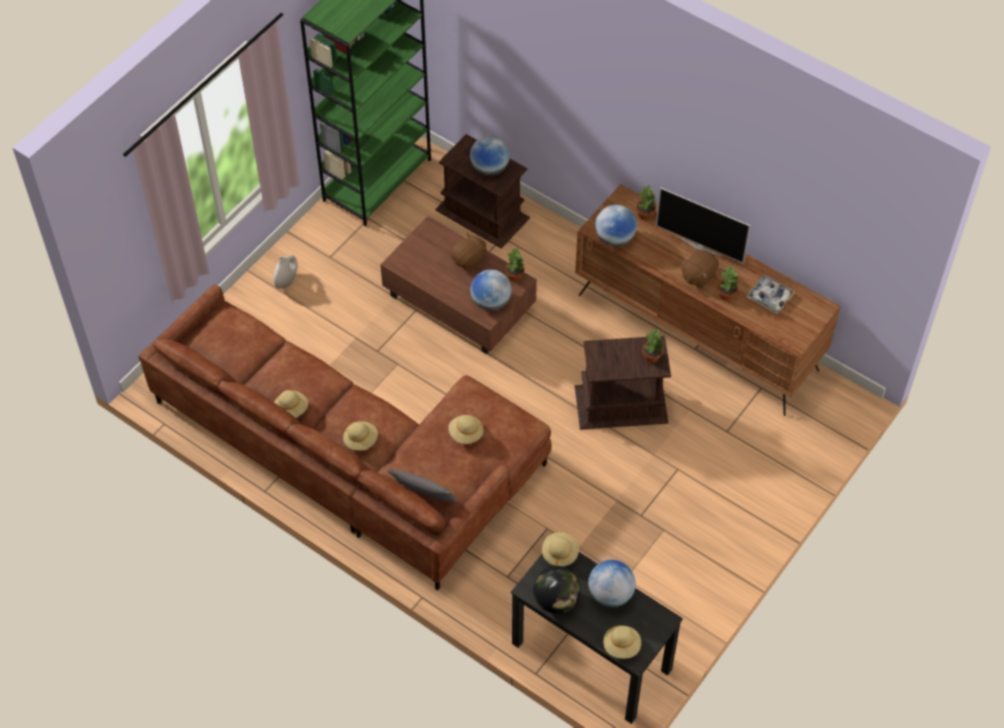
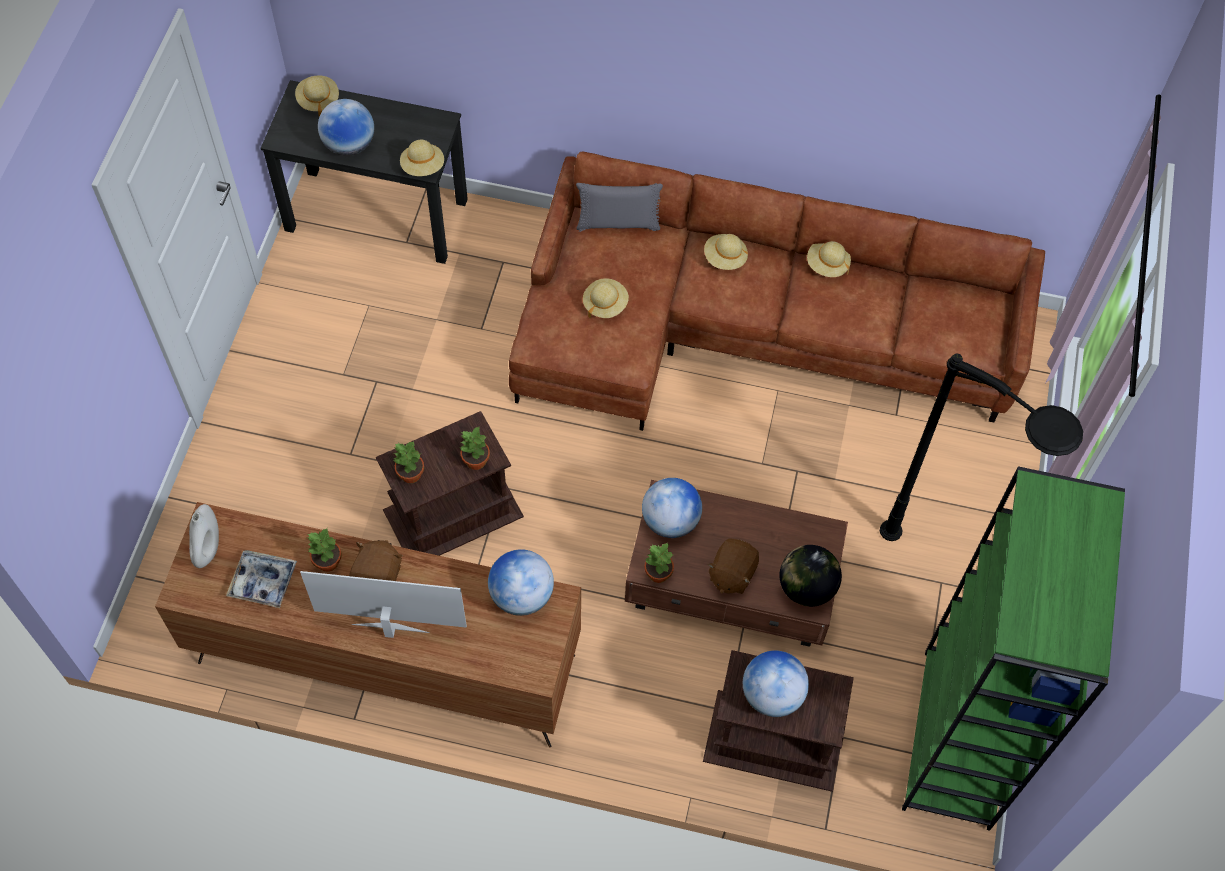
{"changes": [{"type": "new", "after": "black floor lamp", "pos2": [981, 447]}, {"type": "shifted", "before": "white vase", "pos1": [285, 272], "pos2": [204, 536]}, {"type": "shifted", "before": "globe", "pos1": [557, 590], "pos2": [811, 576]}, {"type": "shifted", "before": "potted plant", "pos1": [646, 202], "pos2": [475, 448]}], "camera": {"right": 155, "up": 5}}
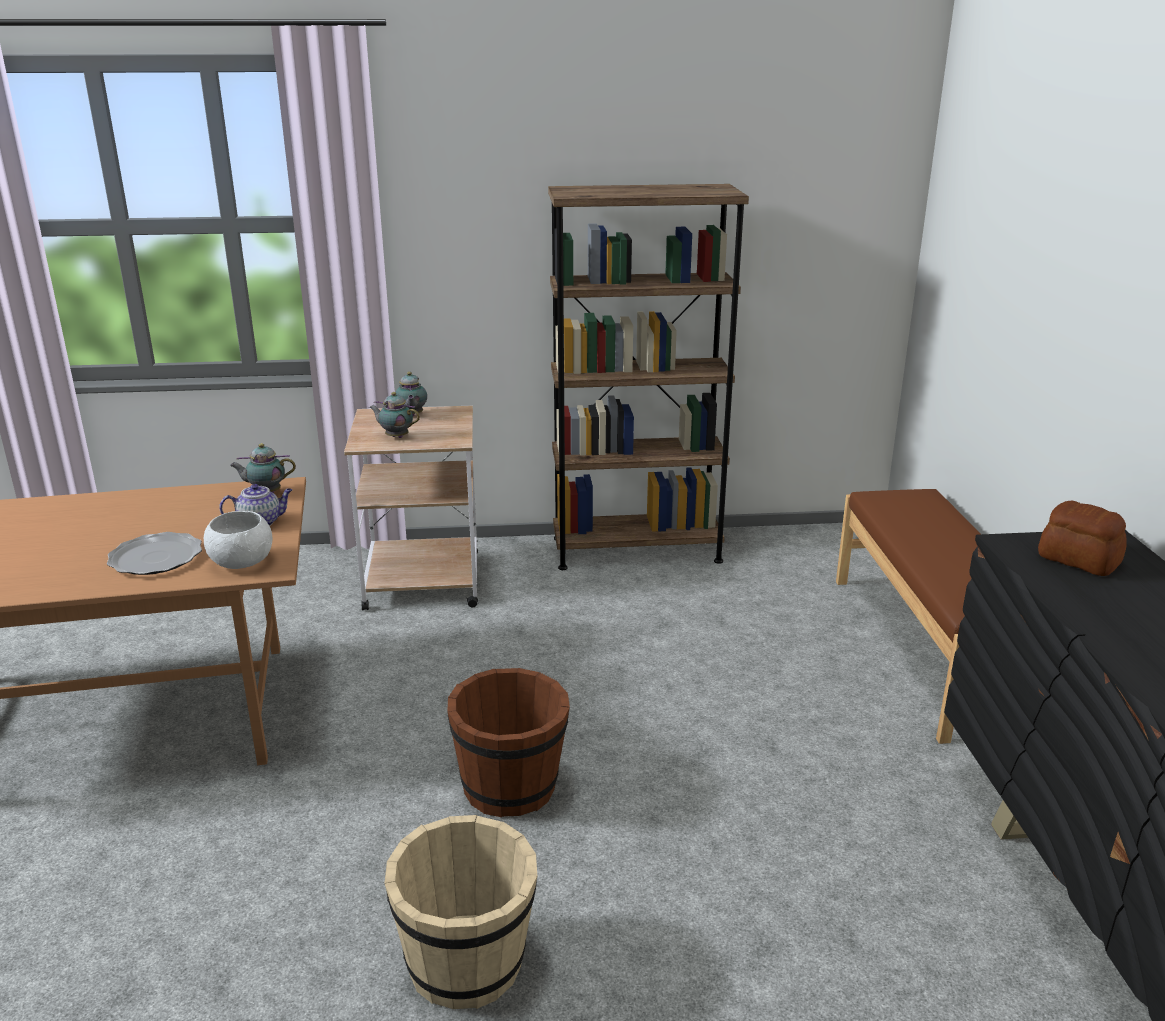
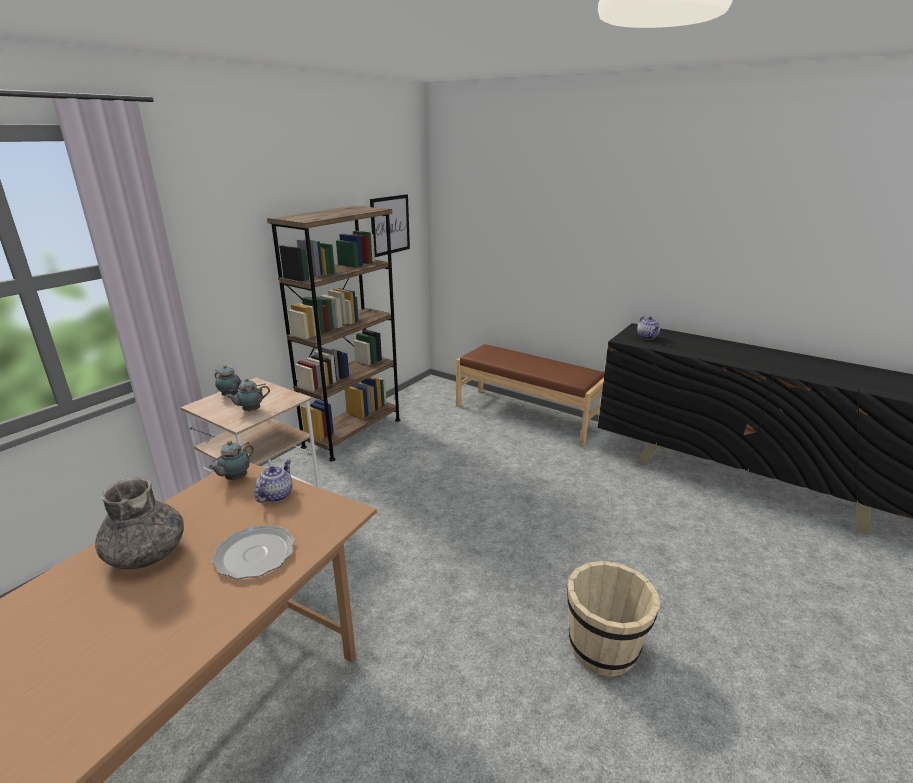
{"changes": [{"type": "gone", "before": "white bowl", "pos1": [238, 540]}, {"type": "gone", "before": "brown bucket", "pos1": [508, 742]}, {"type": "new", "after": "grey vase", "pos2": [139, 523]}, {"type": "new", "after": "picture", "pos2": [390, 225]}, {"type": "swapped", "before": "bread", "after": "teapot", "pos1": [1082, 538], "pos2": [648, 328]}], "camera": {"right": -50, "up": 0}}
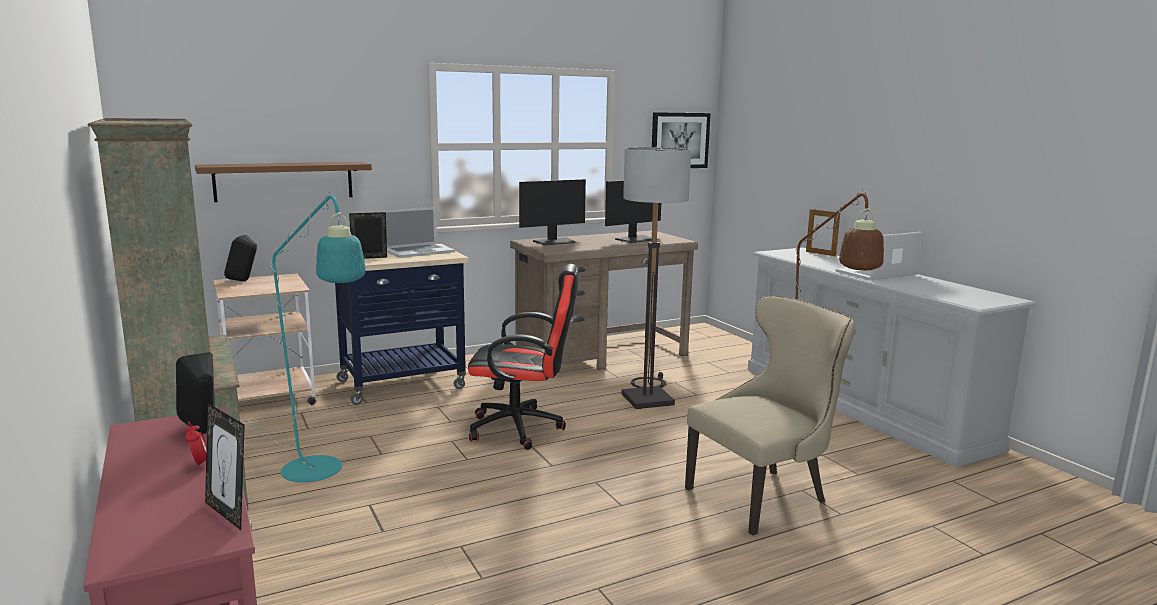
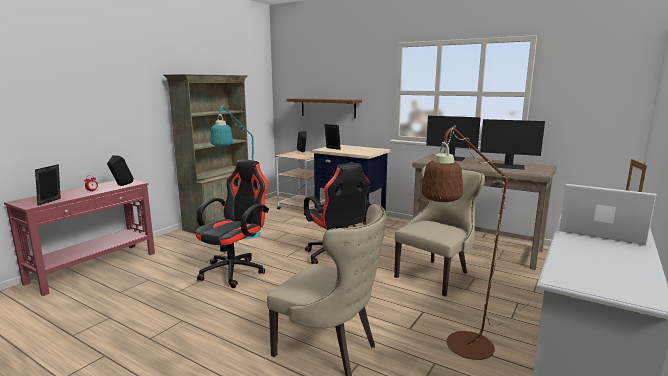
{"changes": [{"type": "gone", "before": "laptop", "pos1": [418, 232]}, {"type": "gone", "before": "picture", "pos1": [681, 140]}, {"type": "new", "after": "black office chair", "pos2": [232, 224]}, {"type": "swapped", "before": "floor lamp", "after": "beige chair", "pos1": [656, 278], "pos2": [439, 231]}], "camera": {"right": 60, "up": 0}}
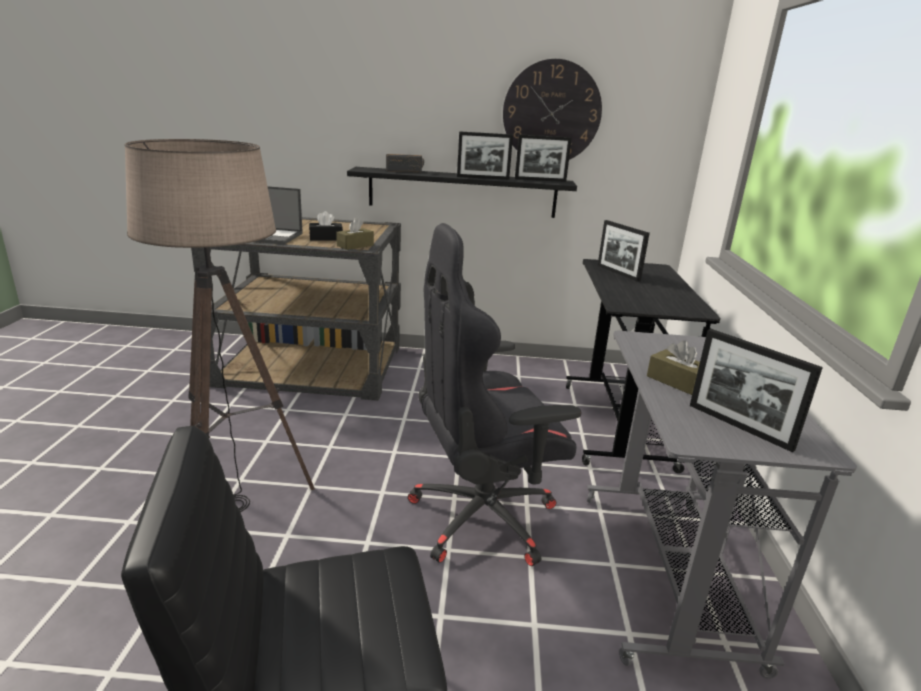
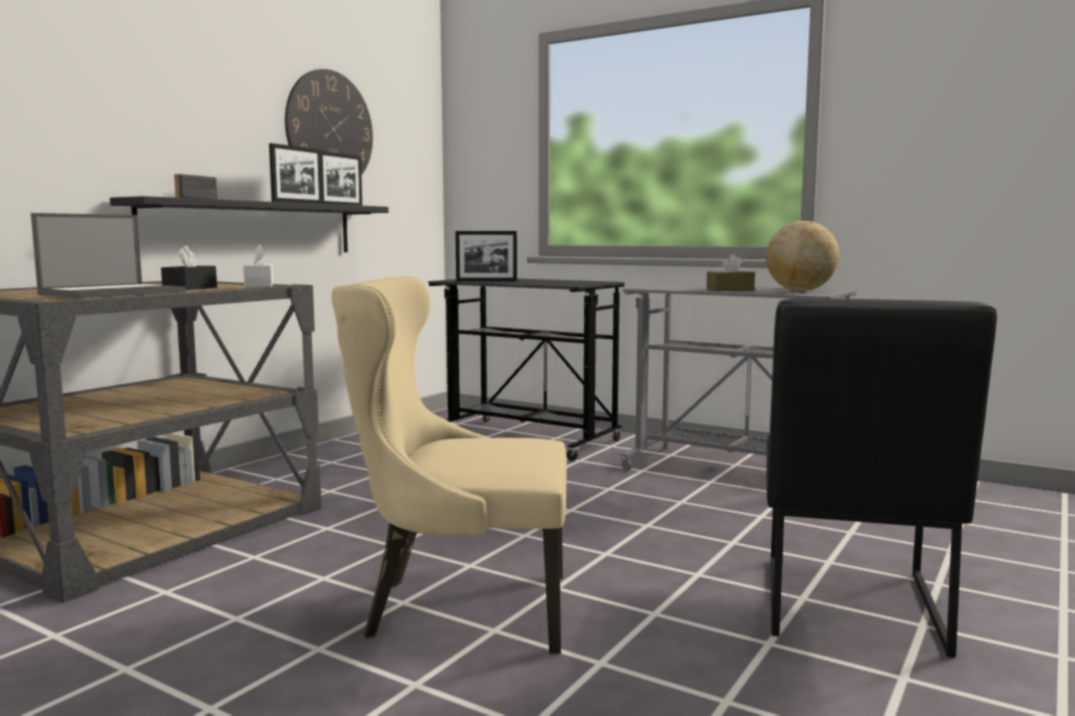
{"changes": [{"type": "gone", "before": "black office chair", "pos1": [494, 394]}, {"type": "swapped", "before": "floor lamp", "after": "beige chair", "pos1": [220, 325], "pos2": [449, 465]}, {"type": "swapped", "before": "picture frame", "after": "globe", "pos1": [756, 390], "pos2": [802, 256]}, {"type": "repainted", "before": "brown tissue box", "after": "white tissue box", "pos1": [355, 234], "pos2": [258, 265]}], "camera": {"right": -60, "up": -15}}
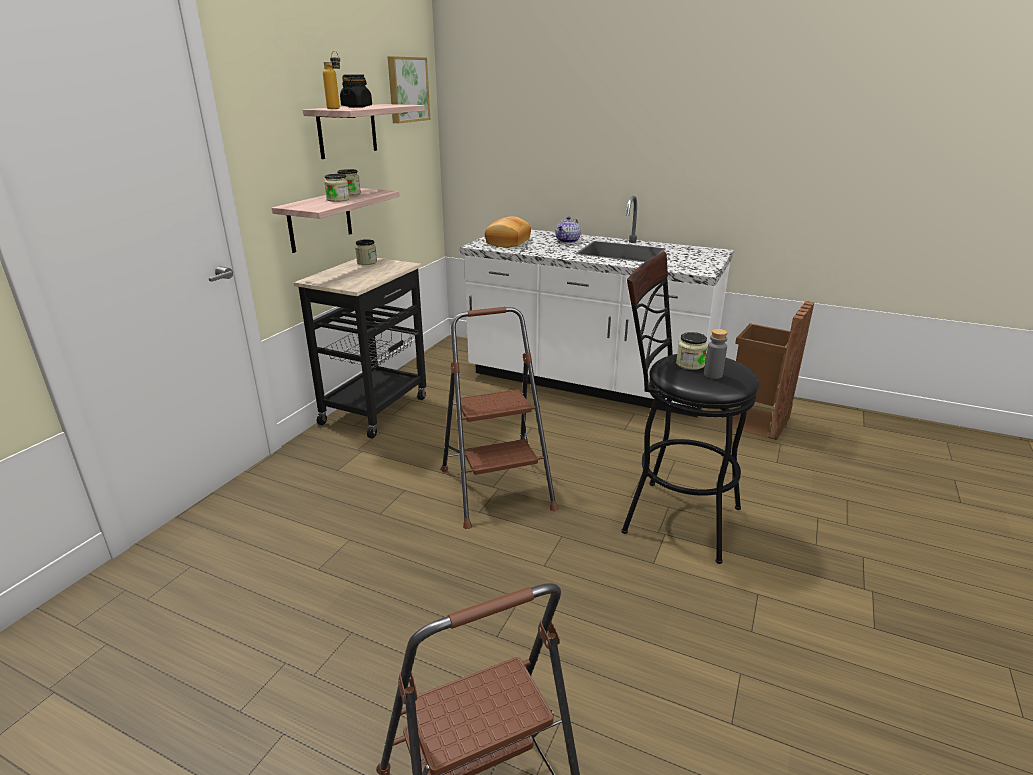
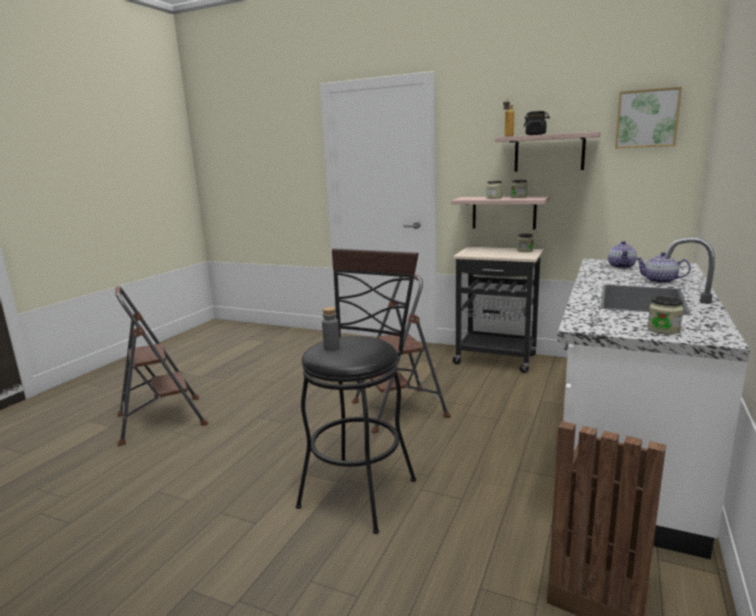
{"changes": [{"type": "shifted", "before": "jar", "pos1": [692, 351], "pos2": [665, 315]}, {"type": "swapped", "before": "bread", "after": "teapot", "pos1": [508, 231], "pos2": [622, 254]}], "camera": {"right": 90, "up": -10}}
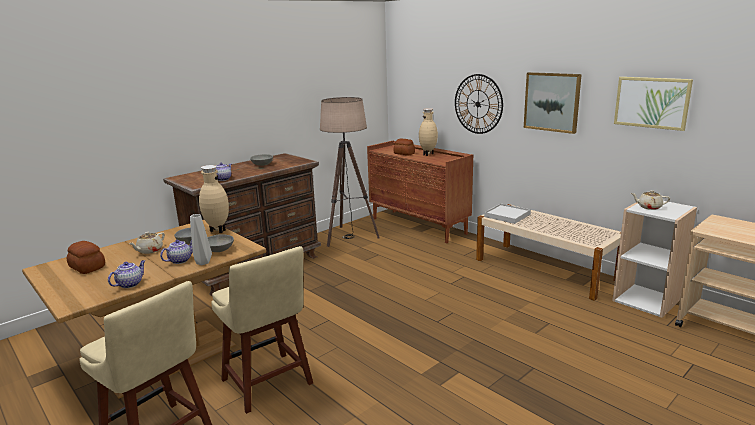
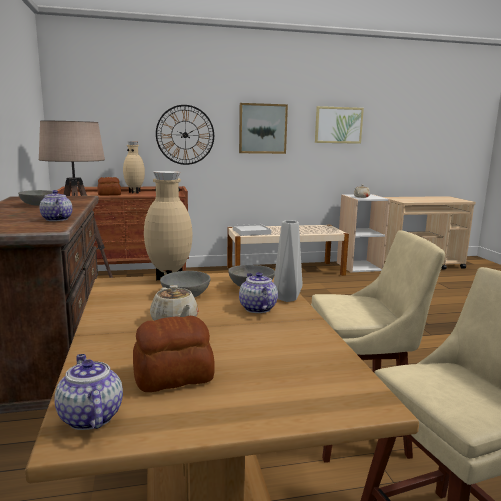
{"changes": [{"type": "shifted", "before": "teapot", "pos1": [126, 274], "pos2": [88, 392]}], "camera": {"right": -60, "up": -5}}
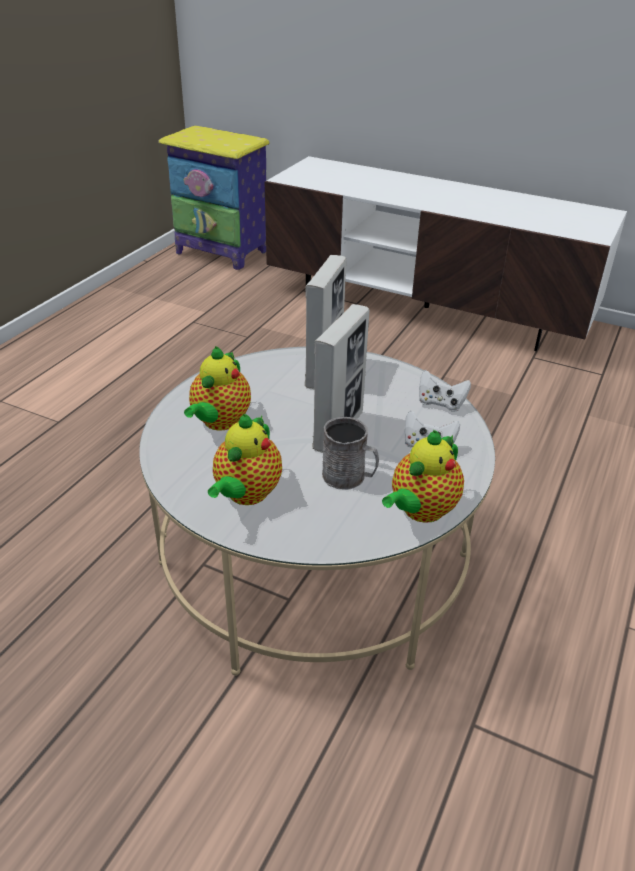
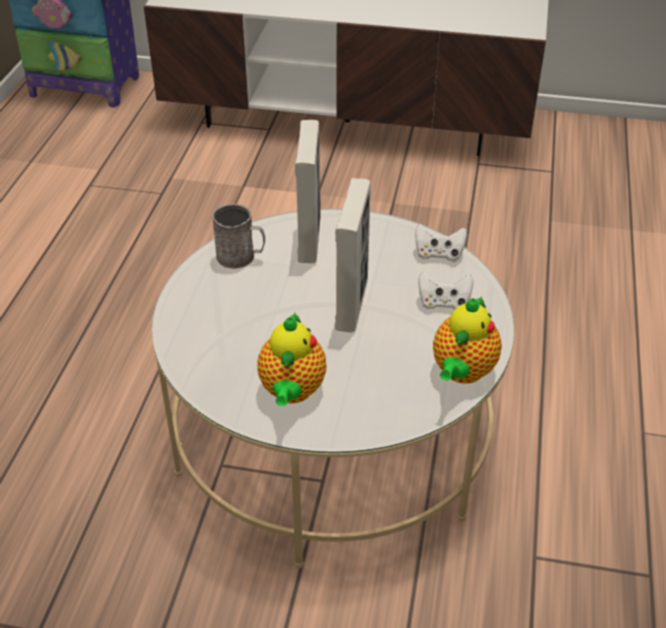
{"changes": [{"type": "gone", "before": "teapot", "pos1": [217, 388]}, {"type": "shifted", "before": "grey mug", "pos1": [350, 453], "pos2": [238, 236]}], "camera": {"right": -15, "up": 5}}
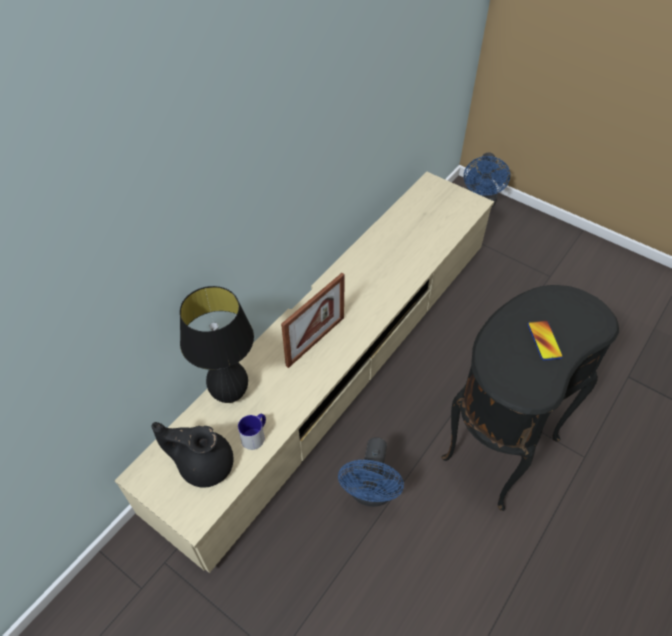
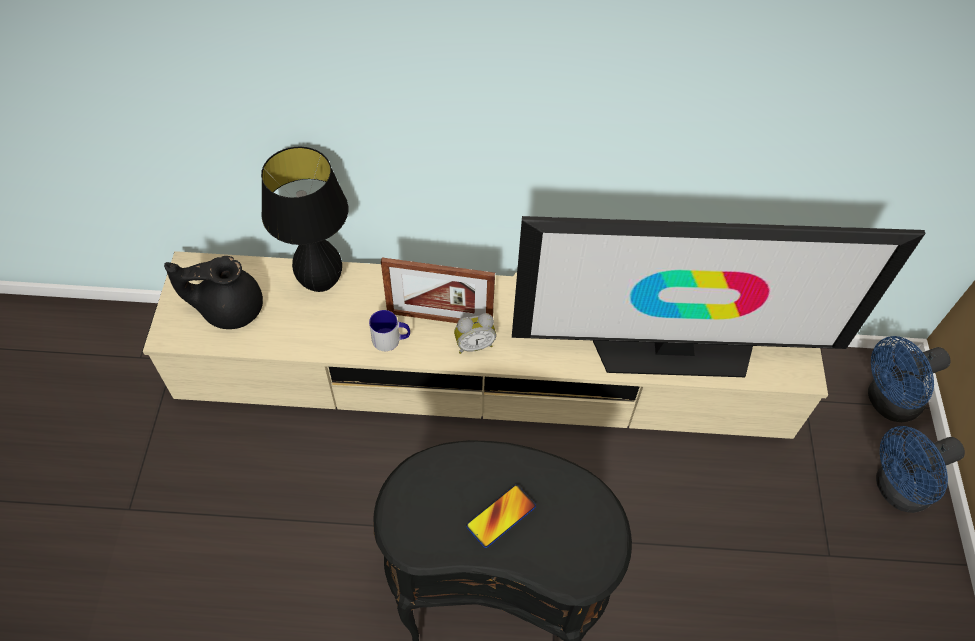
{"changes": [{"type": "new", "after": "alarm clock", "pos2": [475, 333]}, {"type": "new", "after": "television", "pos2": [719, 296]}, {"type": "shifted", "before": "mug", "pos1": [252, 432], "pos2": [389, 330]}, {"type": "shifted", "before": "blue fan", "pos1": [371, 472], "pos2": [920, 469]}, {"type": "rotated", "before": "black teapot", "pos1": [193, 455], "pos2": [213, 292], "turn": -75}], "camera": {"right": 55, "up": 5}}
